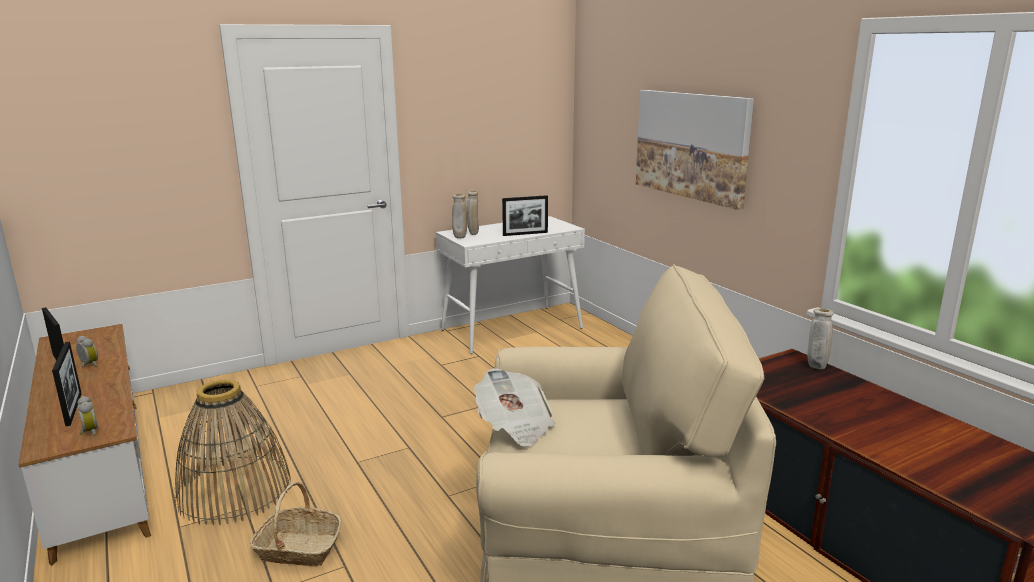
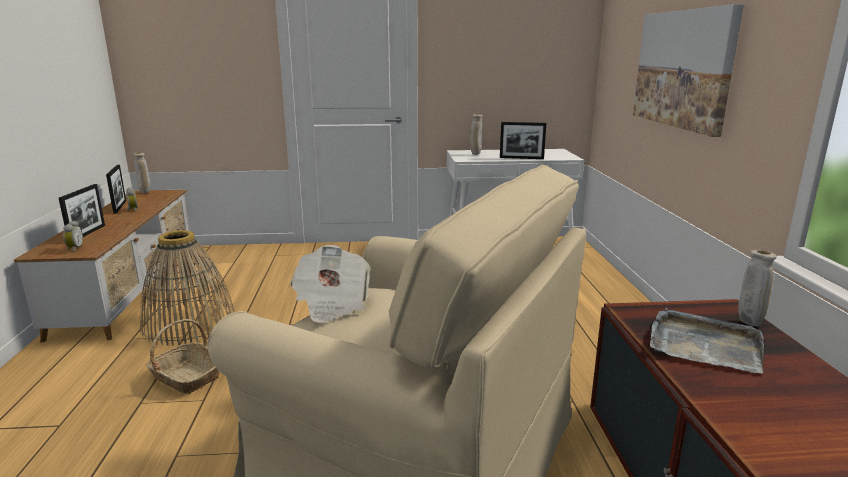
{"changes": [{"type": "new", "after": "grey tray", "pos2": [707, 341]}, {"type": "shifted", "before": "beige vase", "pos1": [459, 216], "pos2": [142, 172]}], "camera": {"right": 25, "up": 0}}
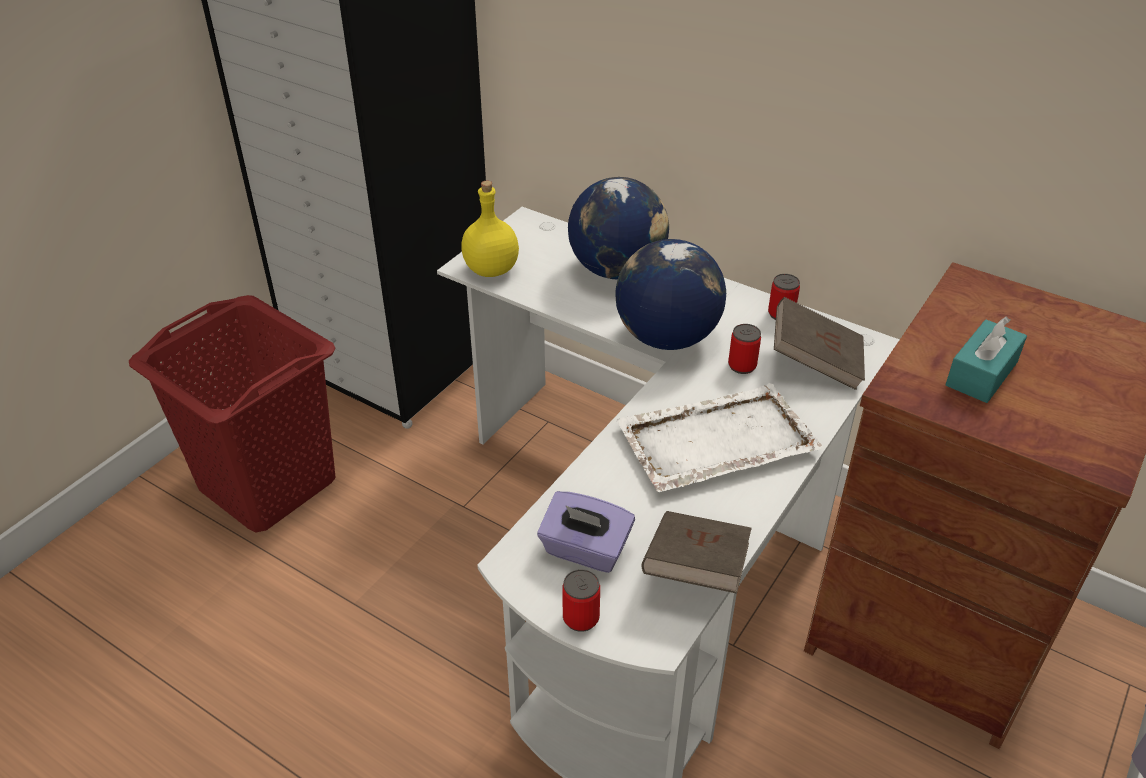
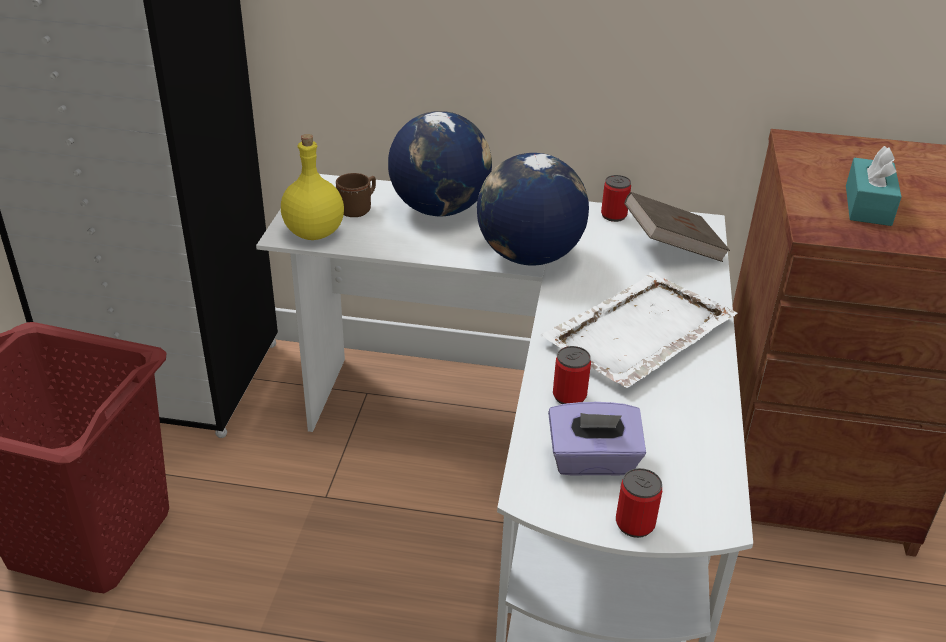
{"changes": [{"type": "gone", "before": "brown book", "pos1": [697, 552]}, {"type": "new", "after": "brown mug", "pos2": [356, 195]}, {"type": "shifted", "before": "can", "pos1": [744, 349], "pos2": [572, 375]}], "camera": {"right": -25, "up": -5}}
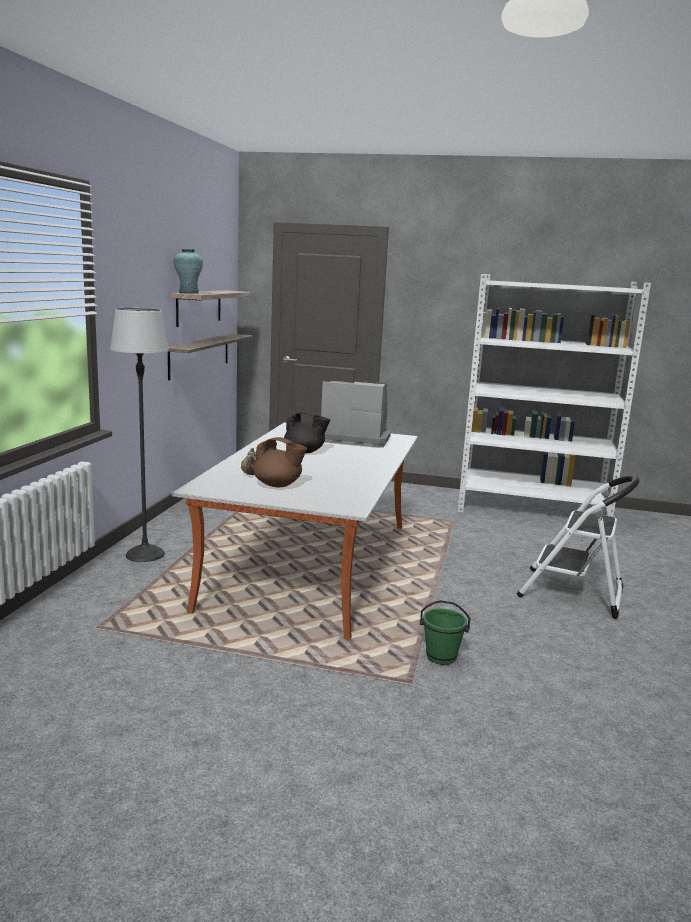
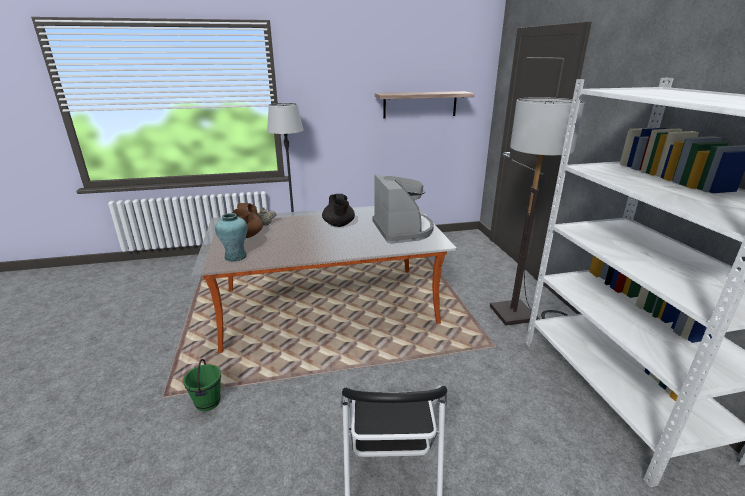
{"changes": [{"type": "gone", "before": "shelf", "pos1": [210, 357]}, {"type": "new", "after": "floor lamp", "pos2": [537, 211]}, {"type": "shifted", "before": "turquoise vase", "pos1": [188, 271], "pos2": [231, 237]}], "camera": {"right": 65, "up": 10}}
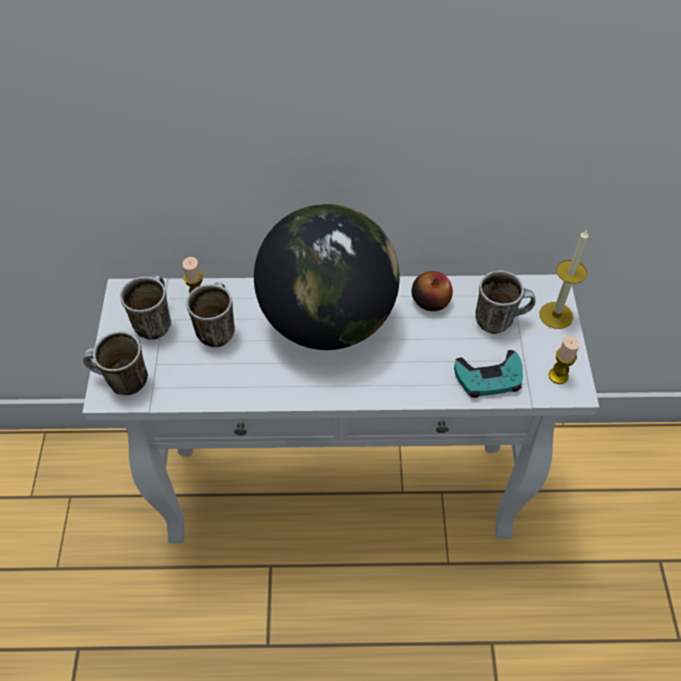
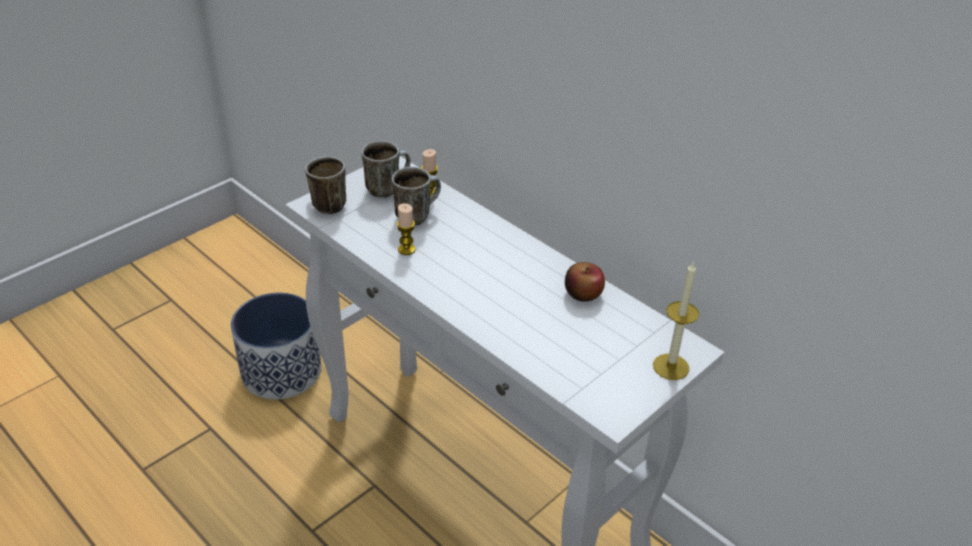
{"changes": [{"type": "gone", "before": "globe", "pos1": [327, 277]}, {"type": "gone", "before": "turquoise game controller", "pos1": [488, 374]}, {"type": "gone", "before": "mug", "pos1": [506, 302]}, {"type": "new", "after": "planter", "pos2": [276, 346]}, {"type": "shifted", "before": "candle", "pos1": [564, 360], "pos2": [406, 229]}], "camera": {"right": 45, "up": -15}}
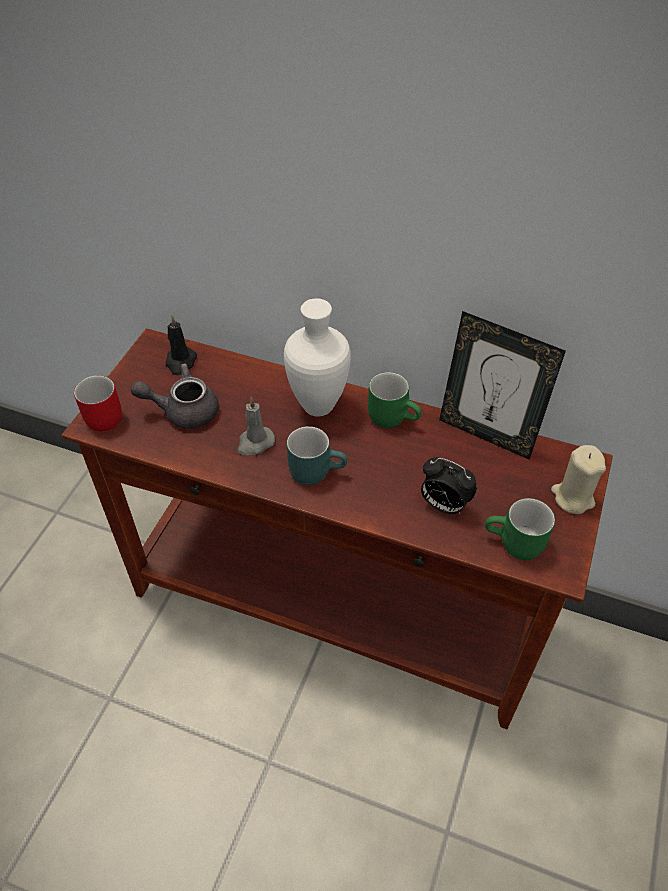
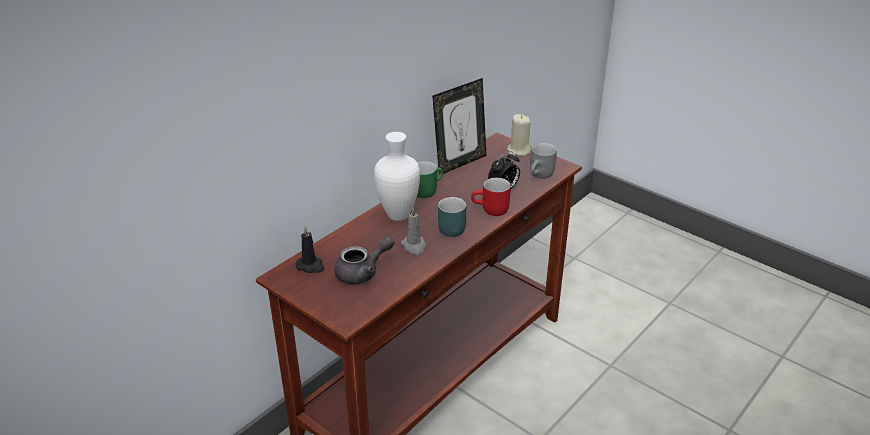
{"changes": [{"type": "shifted", "before": "red mug", "pos1": [98, 403], "pos2": [491, 197]}, {"type": "repainted", "before": "green mug", "after": "grey mug", "pos1": [520, 529], "pos2": [543, 161]}, {"type": "rotated", "before": "grey teapot", "pos1": [175, 396], "pos2": [364, 260], "turn": -135}], "camera": {"right": -70, "up": -15}}
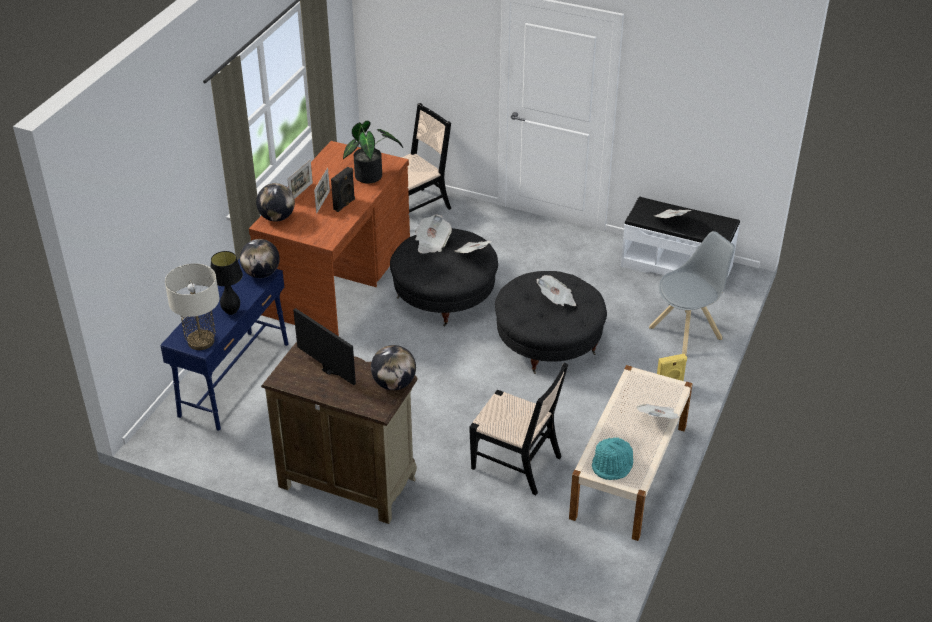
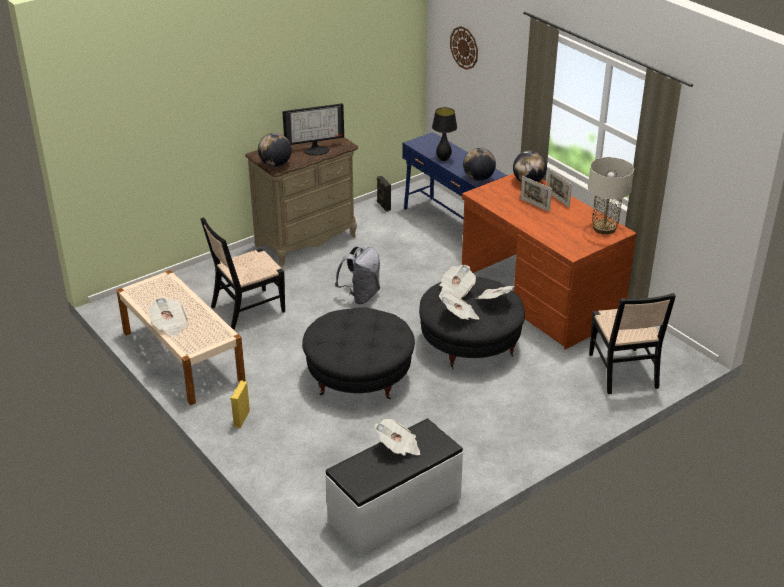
{"changes": [{"type": "gone", "before": "potted plant", "pos1": [373, 152]}, {"type": "gone", "before": "turquoise hat", "pos1": [612, 458]}, {"type": "gone", "before": "grey chair", "pos1": [692, 293]}, {"type": "new", "after": "grey backpack", "pos2": [357, 274]}, {"type": "new", "after": "wall clock", "pos2": [464, 48]}, {"type": "shifted", "before": "table lamp", "pos1": [192, 306], "pos2": [611, 195]}, {"type": "shifted", "before": "black speaker", "pos1": [343, 189], "pos2": [384, 194]}, {"type": "shifted", "before": "newspaper", "pos1": [556, 290], "pos2": [457, 282]}], "camera": {"right": 120, "up": -5}}
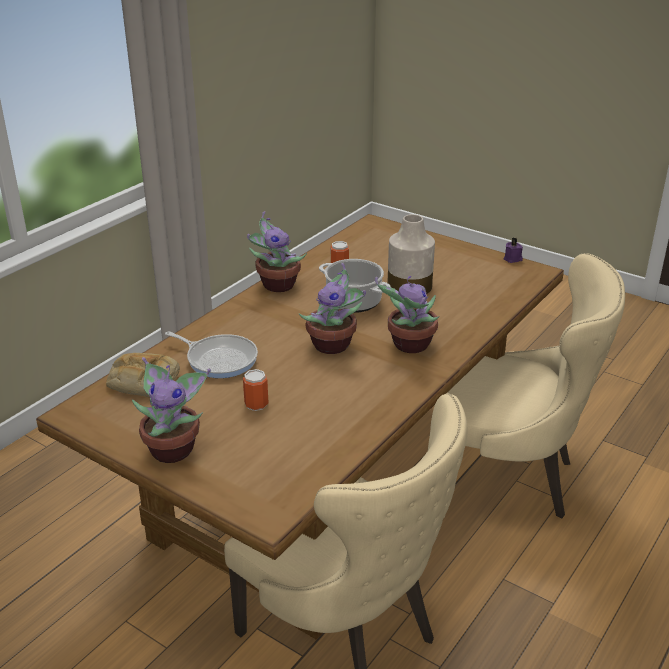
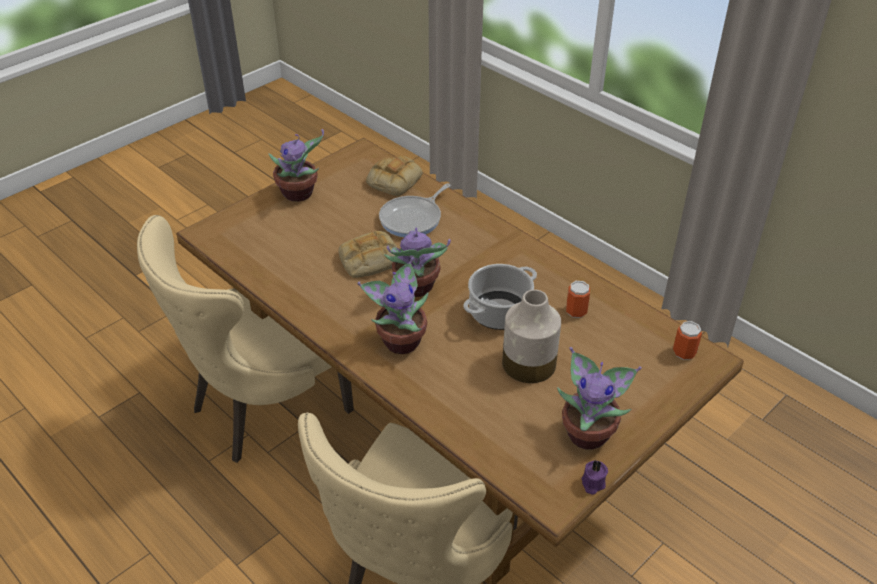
{"changes": [{"type": "new", "after": "bread", "pos2": [368, 254]}, {"type": "shifted", "before": "can", "pos1": [255, 390], "pos2": [687, 340]}, {"type": "shifted", "before": "potted plant", "pos1": [277, 251], "pos2": [599, 398]}], "camera": {"right": 100, "up": 10}}
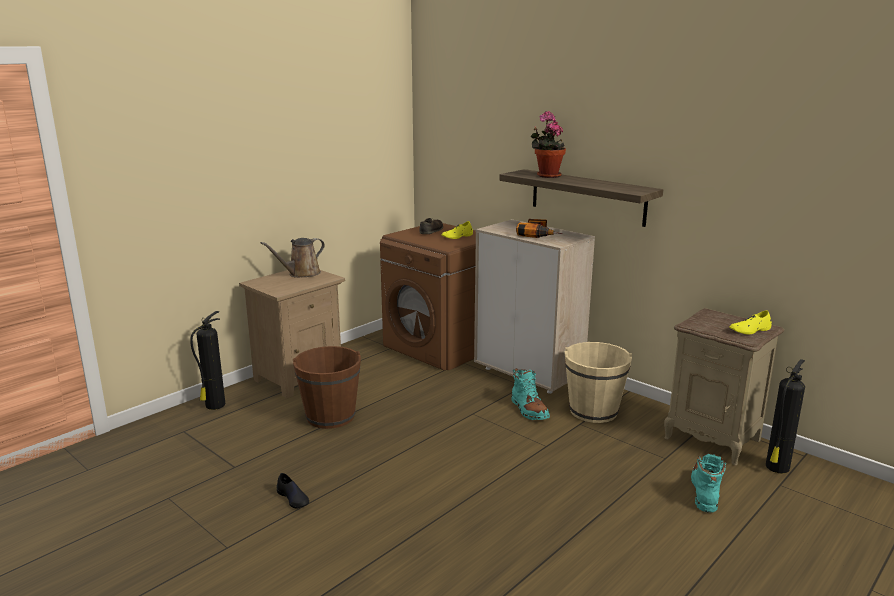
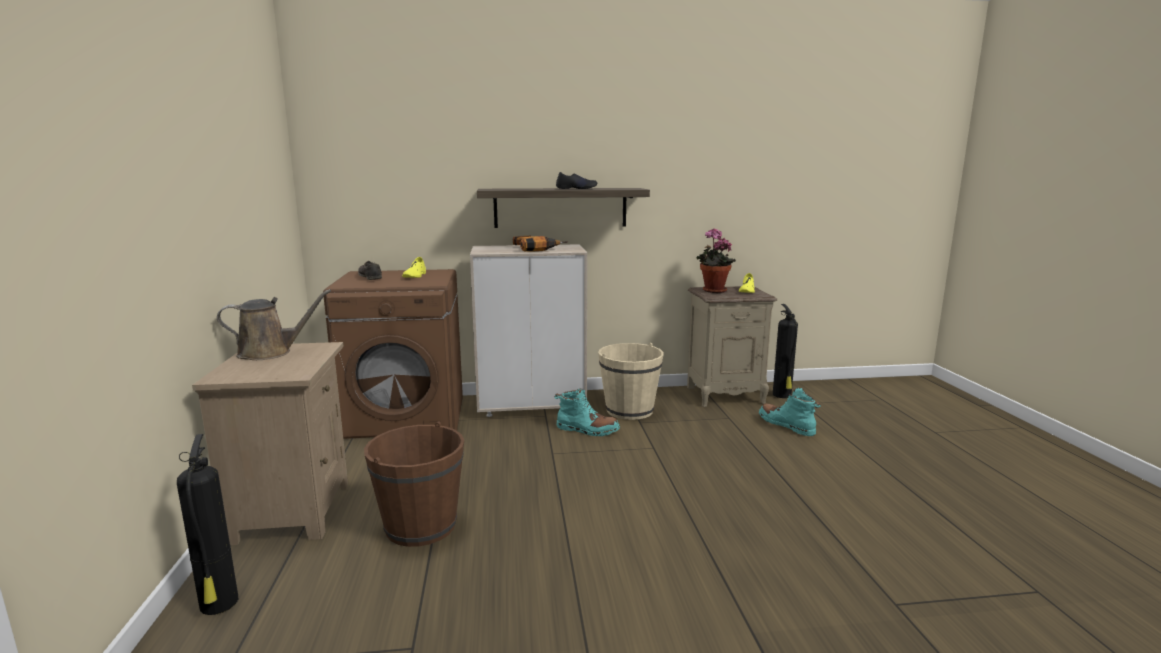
{"changes": [{"type": "shifted", "before": "black shoe", "pos1": [293, 490], "pos2": [577, 180]}, {"type": "shifted", "before": "potted plant", "pos1": [548, 144], "pos2": [716, 260]}, {"type": "rotated", "before": "brown watering can", "pos1": [293, 258], "pos2": [274, 324], "turn": -105}], "camera": {"right": -50, "up": -5}}
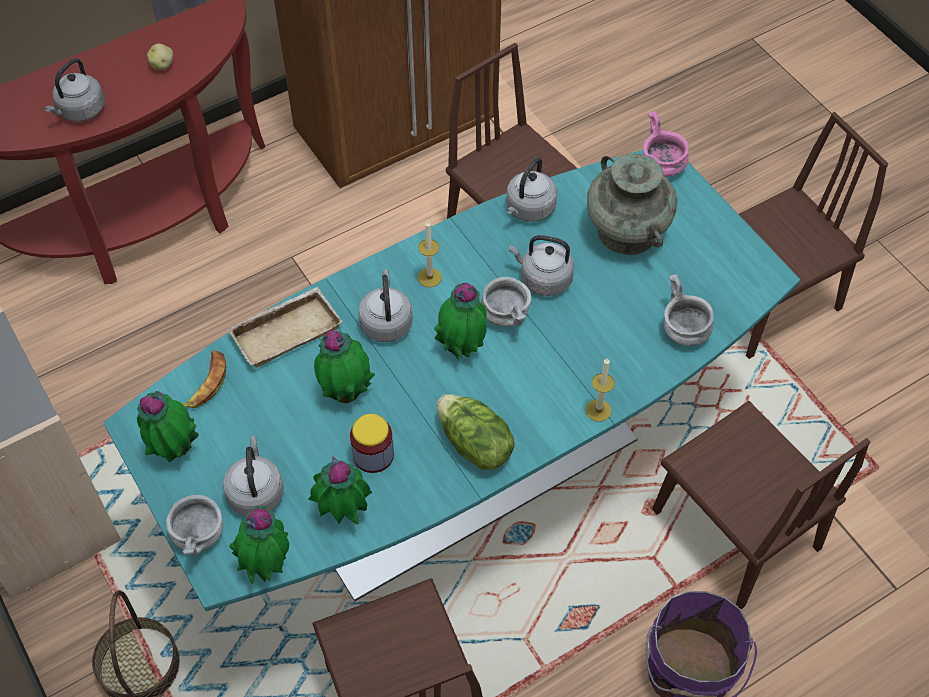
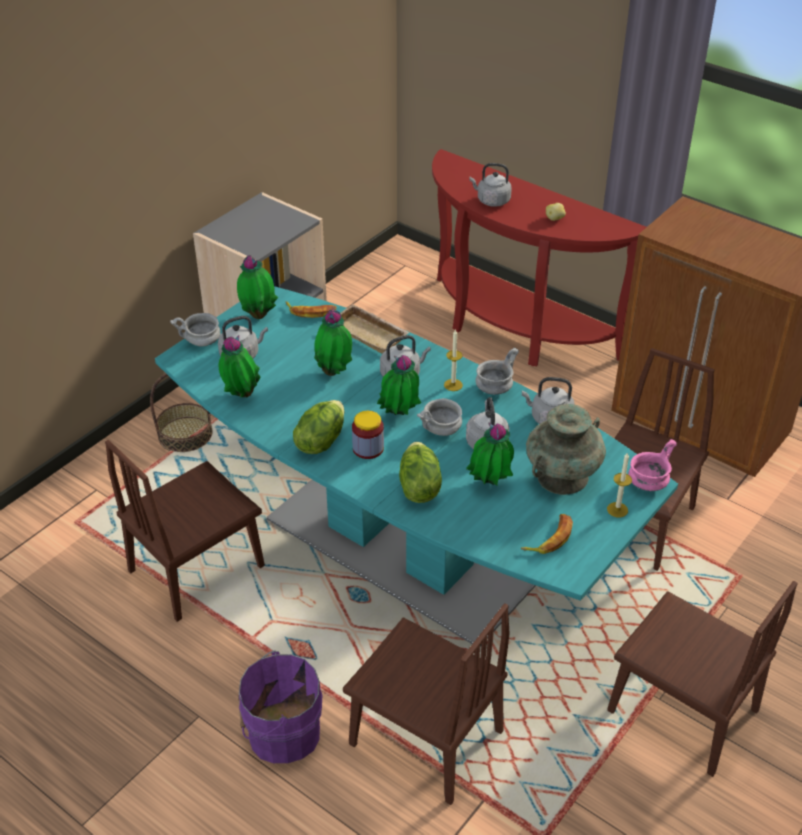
{"changes": [{"type": "new", "after": "lettuce", "pos2": [420, 472]}, {"type": "new", "after": "banana", "pos2": [547, 534]}, {"type": "shifted", "before": "potted plant", "pos1": [259, 545], "pos2": [490, 454]}, {"type": "shifted", "before": "jar", "pos1": [372, 443], "pos2": [368, 435]}, {"type": "shifted", "before": "candle", "pos1": [600, 389], "pos2": [619, 485]}, {"type": "shifted", "before": "grey bowl", "pos1": [689, 310], "pos2": [497, 371]}, {"type": "rotated", "before": "brown chair", "pos1": [761, 505], "pos2": [426, 704], "turn": -90}], "camera": {"right": 70, "up": -15}}
